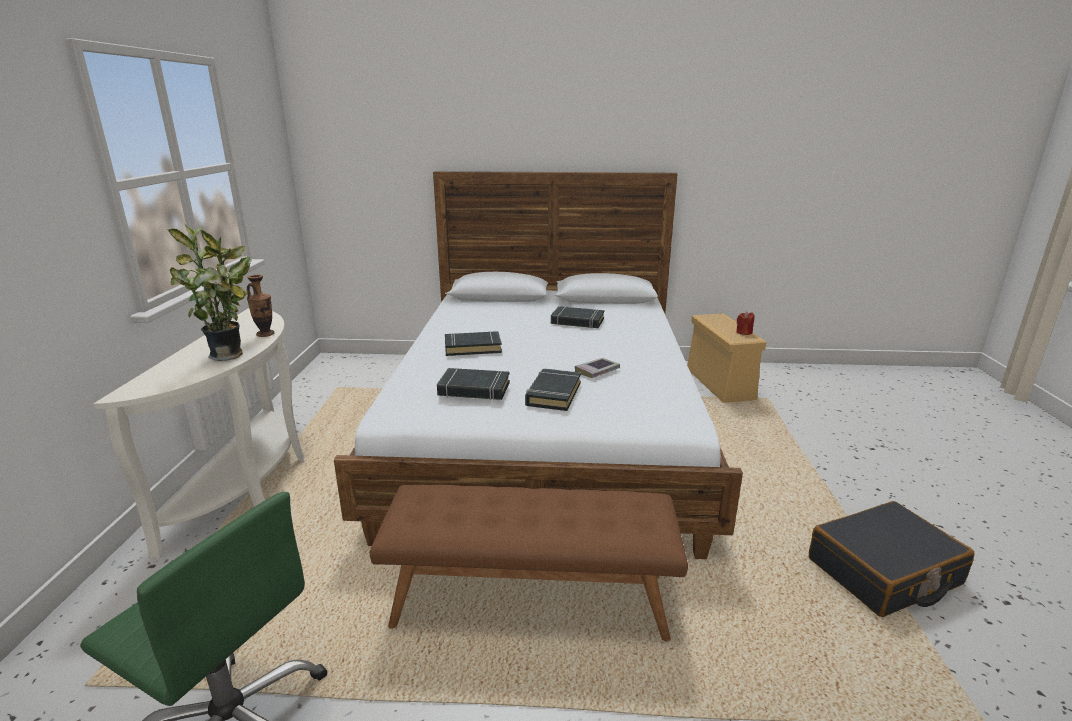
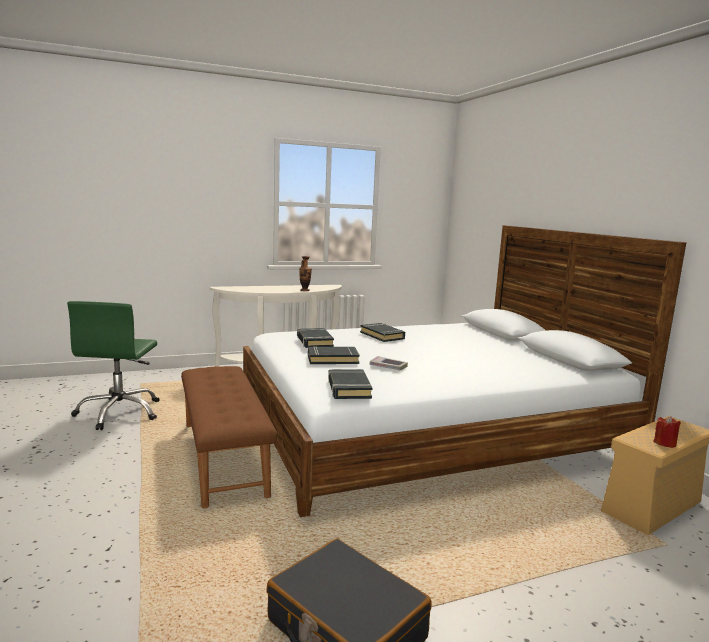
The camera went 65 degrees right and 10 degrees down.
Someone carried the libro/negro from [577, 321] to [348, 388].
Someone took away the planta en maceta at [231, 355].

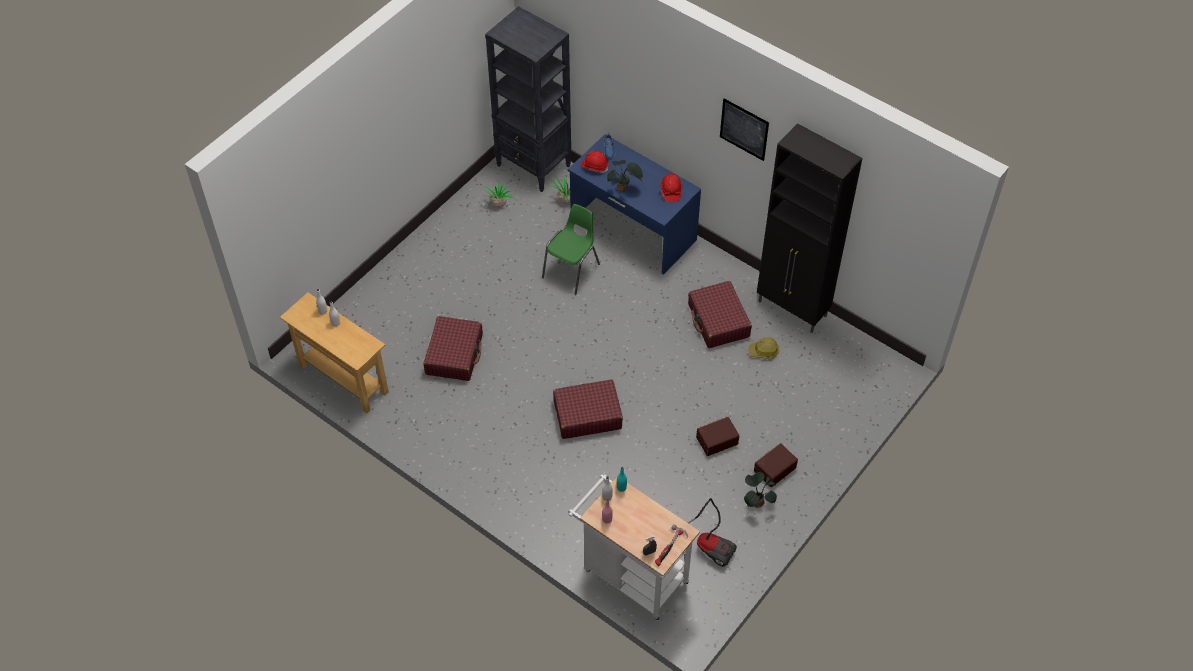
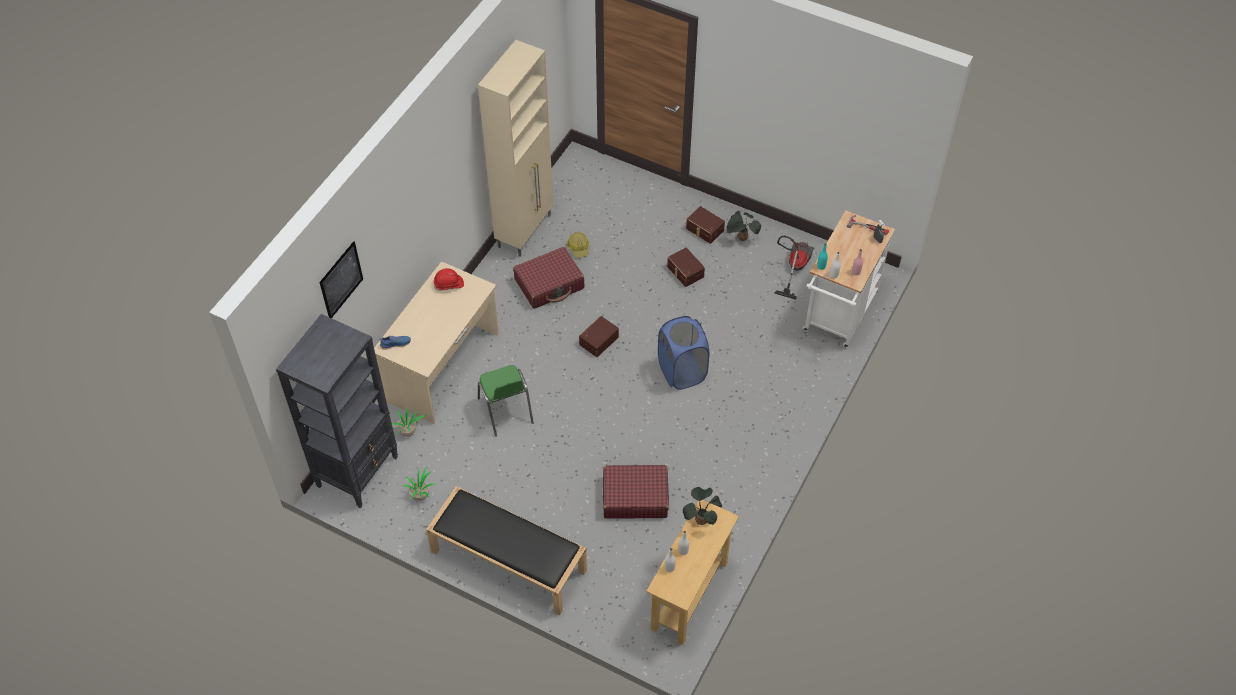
The camera went 100 degrees left and 0 degrees up.
Someone carried the cuadro from [744, 129] to [341, 280].
Someone repainted the escritorio/azul at [632, 230], which became the escritorio/beis at [443, 367].
Someone put down the banco/negro at [507, 561].
Someone repainted the armario/negro at [793, 309], which became the armario/beis at [525, 230].
Someone rotated the silla/verde at [572, 271] by 135 degrees counterclockwise.
Someone put down the caja de almacenaje/marrón at [598, 340].
Someone swapped the maleta/rojo at [587, 415] for the cesto de la ropa/azul at [682, 371].
Someone carried the planta en maceta from [623, 189] to [701, 519].
Someone took away the casco/rojo at [594, 166].

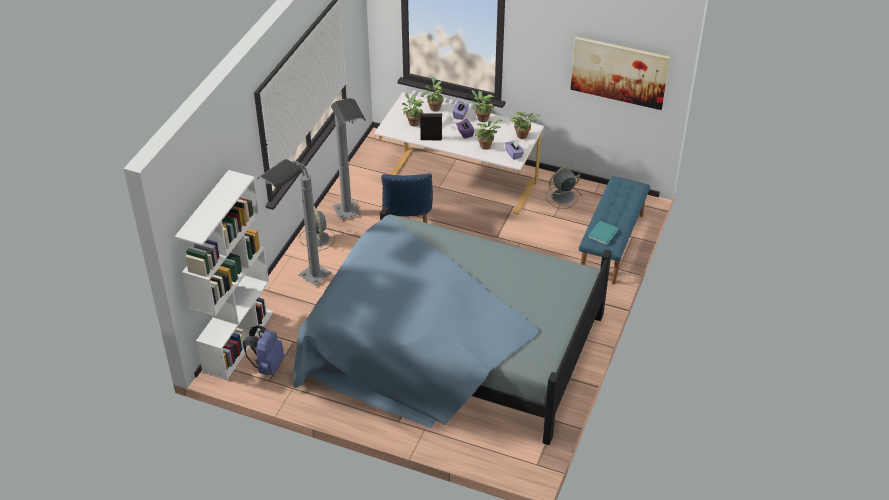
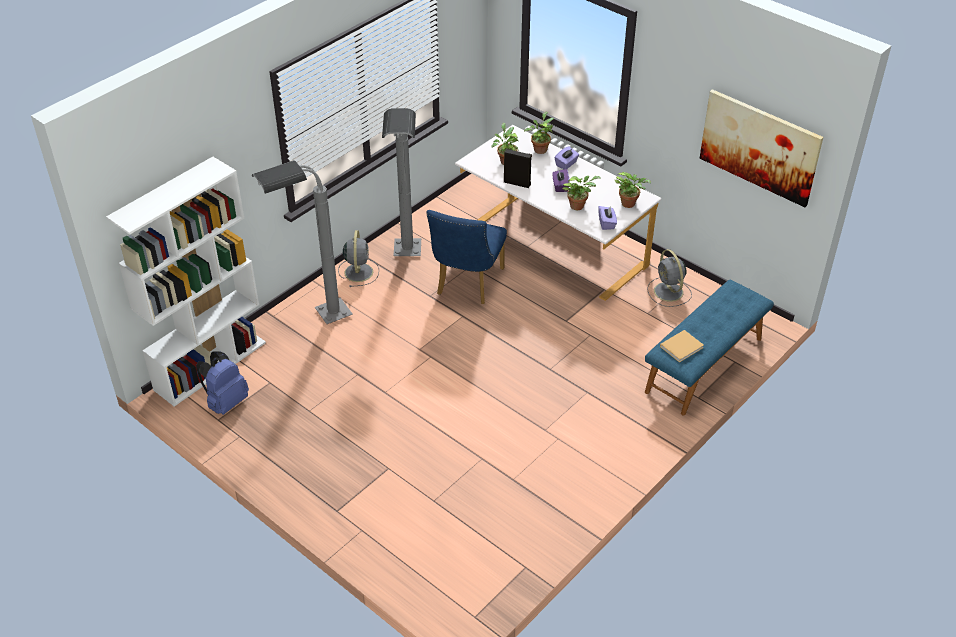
The camera went 20 degrees right and 0 degrees up.
Someone rotated the ventilador/gris at [562, 197] by 105 degrees counterclockwise.
Someone repainted the libro/turquesa at [603, 233], which became the libro/beis at [682, 346].
Someone took away the cama/azul at [451, 347].
Someone took away the planta en maceta at [481, 118].

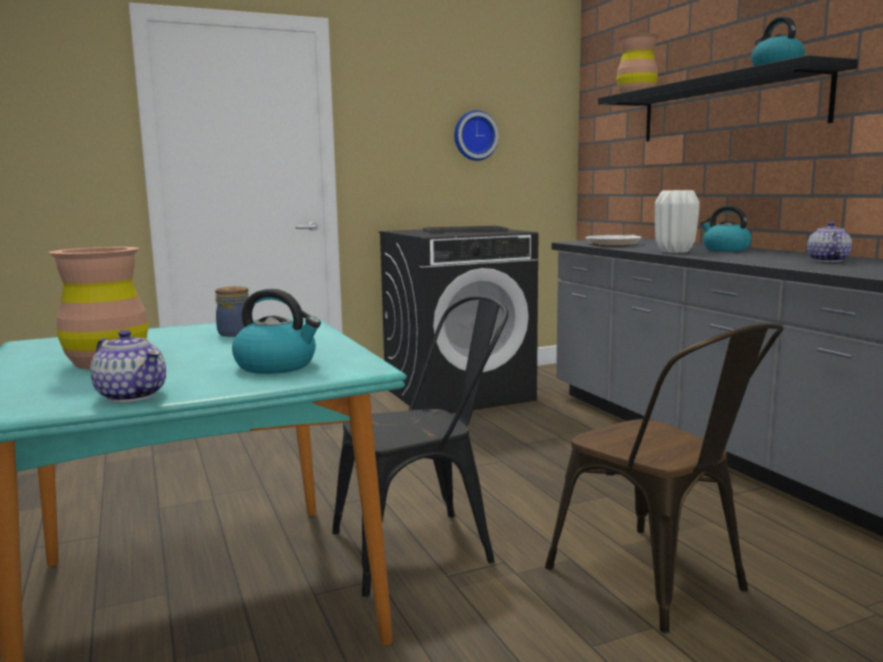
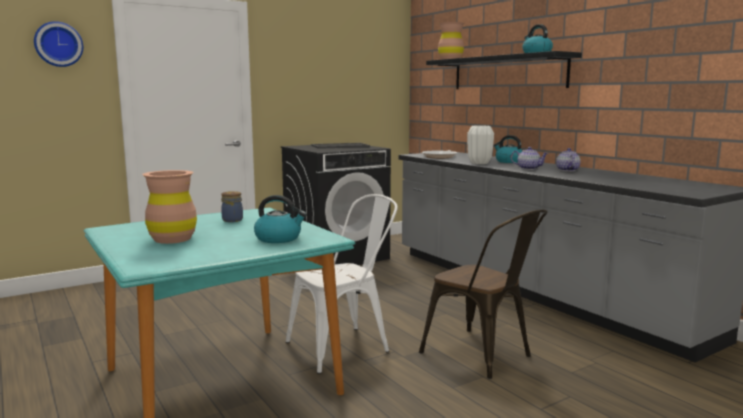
The camera went 10 degrees left and 0 degrees up.
Someone carried the reloj de pared from [474, 135] to [58, 44].
Someone repainted the silla/negro at [424, 546], which became the silla/blanco at [345, 346].
Someone carried the tetera from [132, 395] to [528, 168].

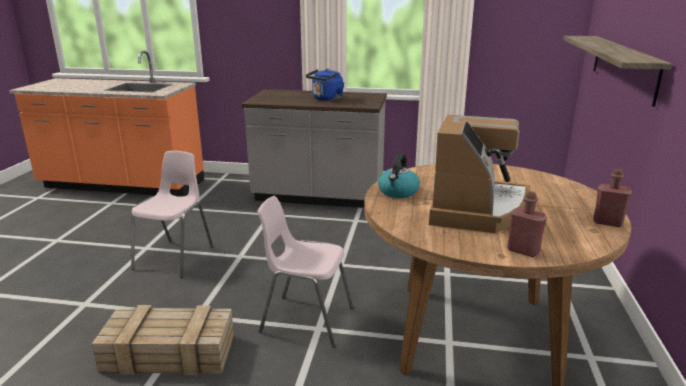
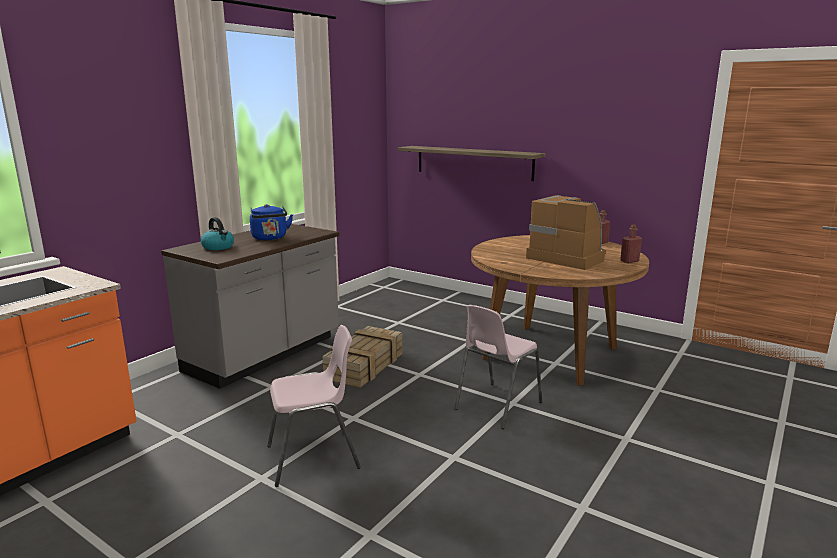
The camera went 65 degrees left and 5 degrees down.
Someone carried the hervidor from [398, 192] to [218, 247].
Someone rotated the silla/rosa at [176, 257] by 120 degrees clockwise.
Someone carried the caja de embalaje from [171, 352] to [365, 365].

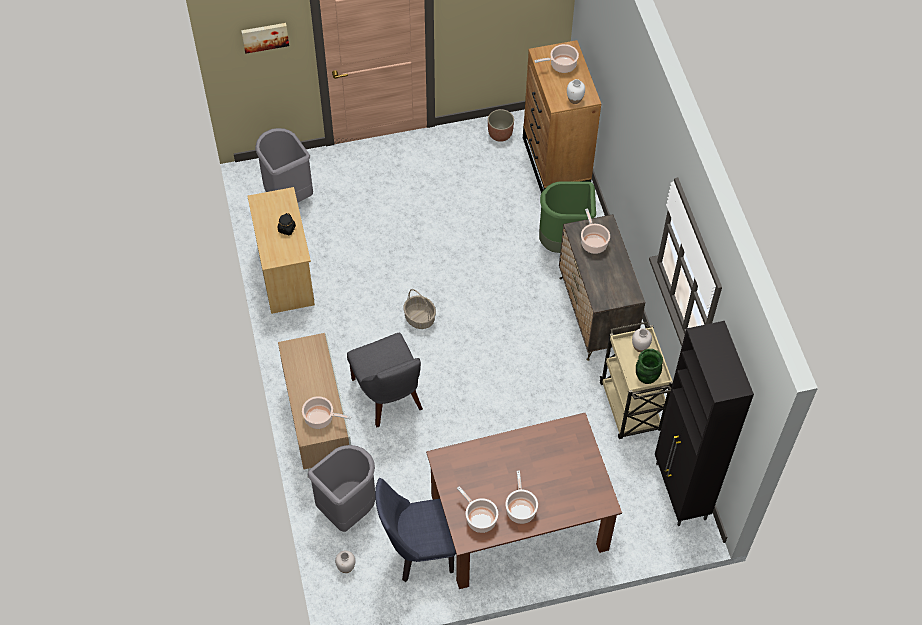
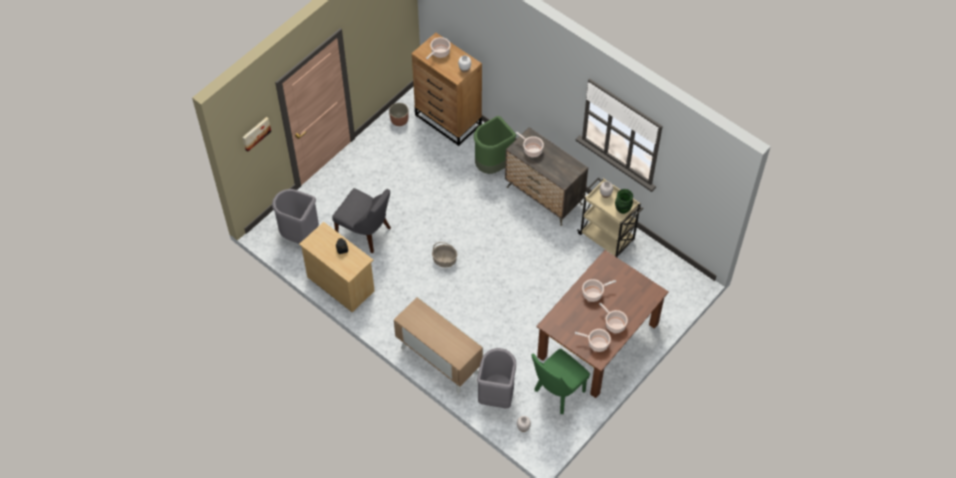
The camera went 35 degrees left and 0 degrees up.
Someone carried the silla/gris from [388, 397] to [365, 232].
Someone repainted the silla/azul at [417, 553], which became the silla/verde at [556, 394].
Someone carried the olla from [321, 418] to [593, 293].
Someone took away the armario/negro at [680, 492].

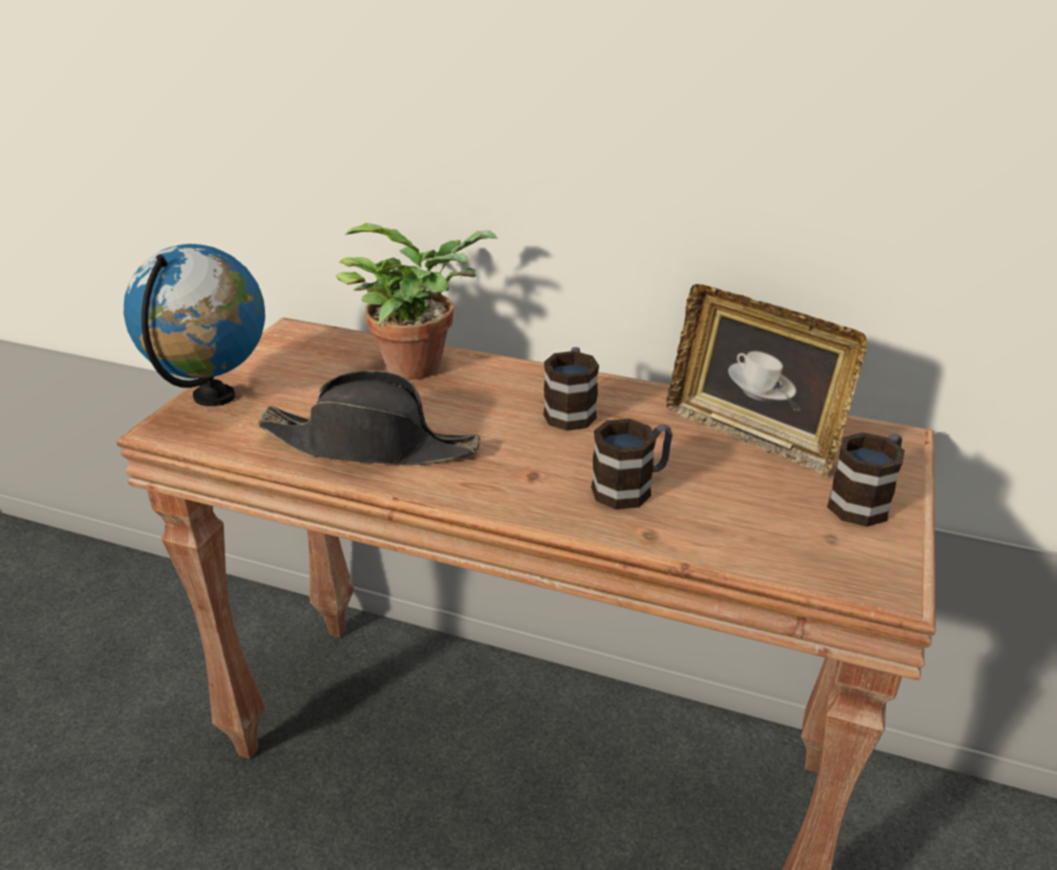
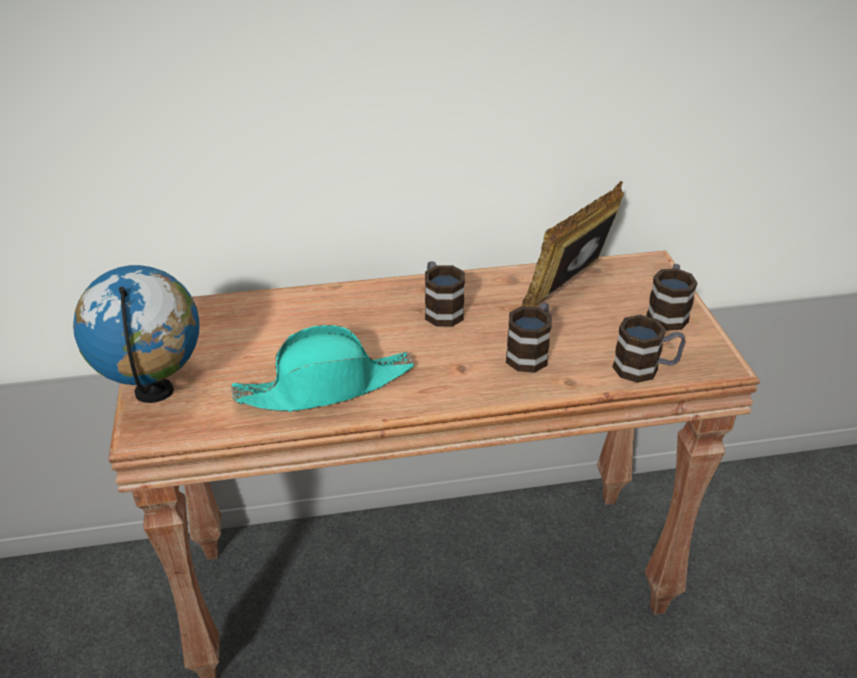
The camera went 30 degrees left and 5 degrees up.
Someone repainted the sombrero/negro at [371, 445], which became the sombrero/turquesa at [326, 387].
Someone rotated the portarretratos at [752, 435] by 120 degrees clockwise.
Someone put down the taza grande at [645, 368].
Someone took away the planta en maceta at [421, 365].

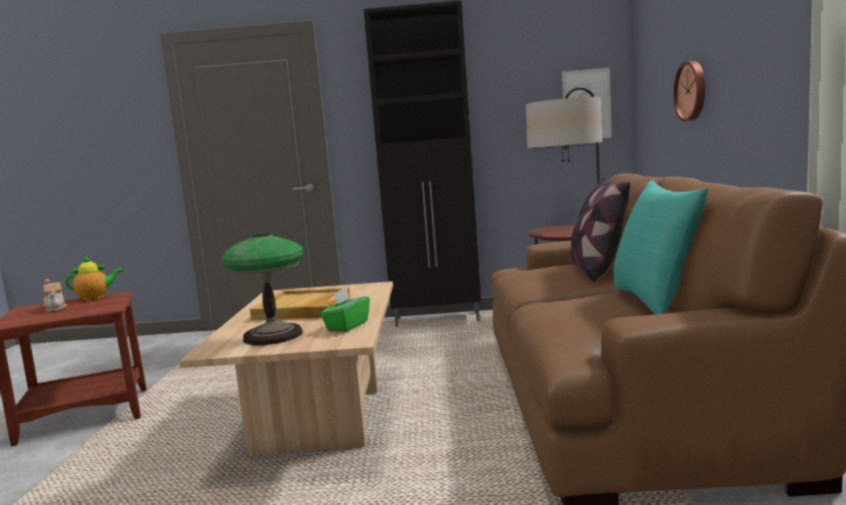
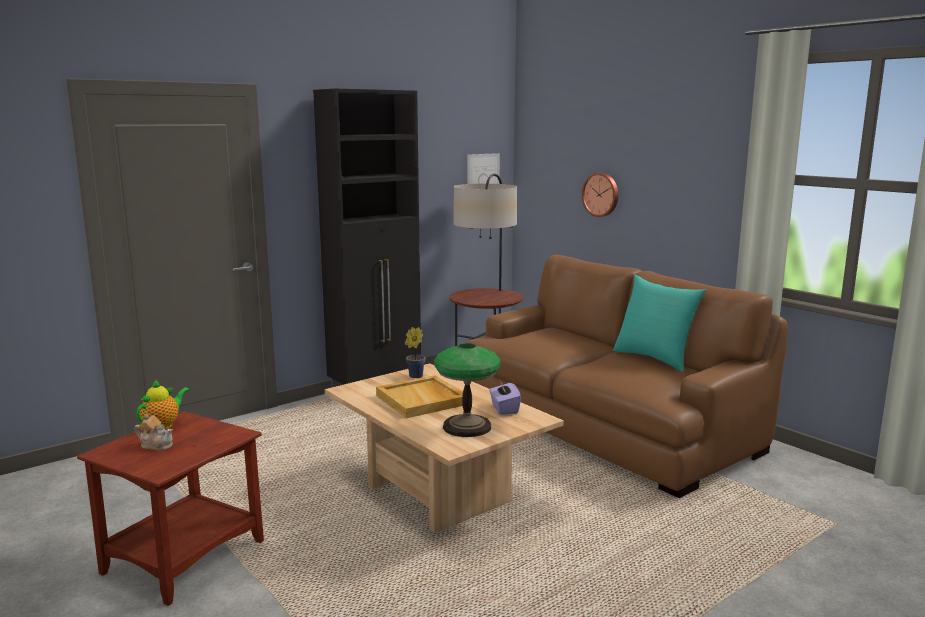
The camera went 40 degrees left and 5 degrees up.
Someone put down the planta en maceta at [414, 376].
Someone repainted the caja de pañuelos/verde at [347, 326], which became the caja de pañuelos/morado at [504, 409].
Someone took away the cojín at [597, 271].

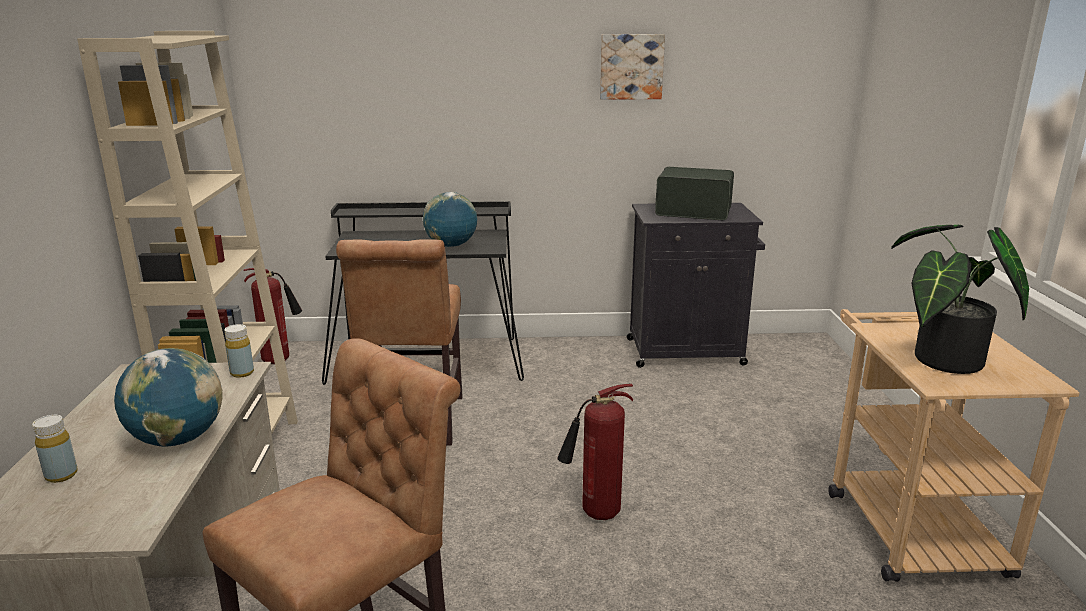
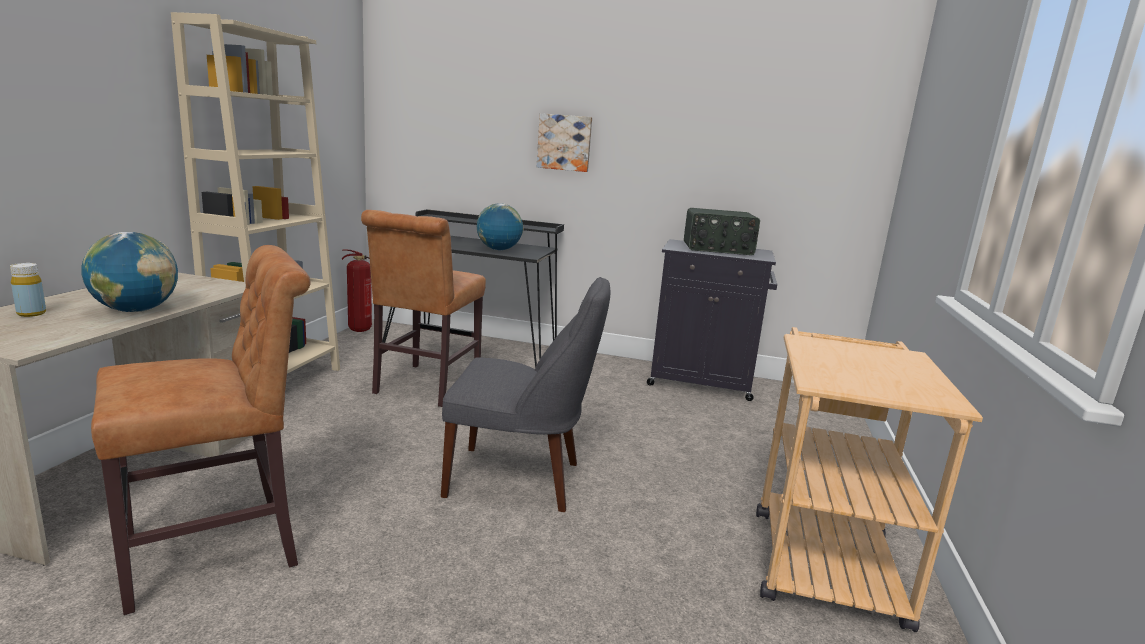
The camera went 15 degrees right and 5 degrees down.
Someone swapped the extintor at [596, 514] for the silla/gris at [520, 480].
Someone carried the cuadro from [631, 66] to [564, 142].
Someone rotated the radio at [693, 211] by 150 degrees clockwise.
Someone took away the botella/amarillo at [242, 373].
Someone took away the planta en maceta at [940, 361].

